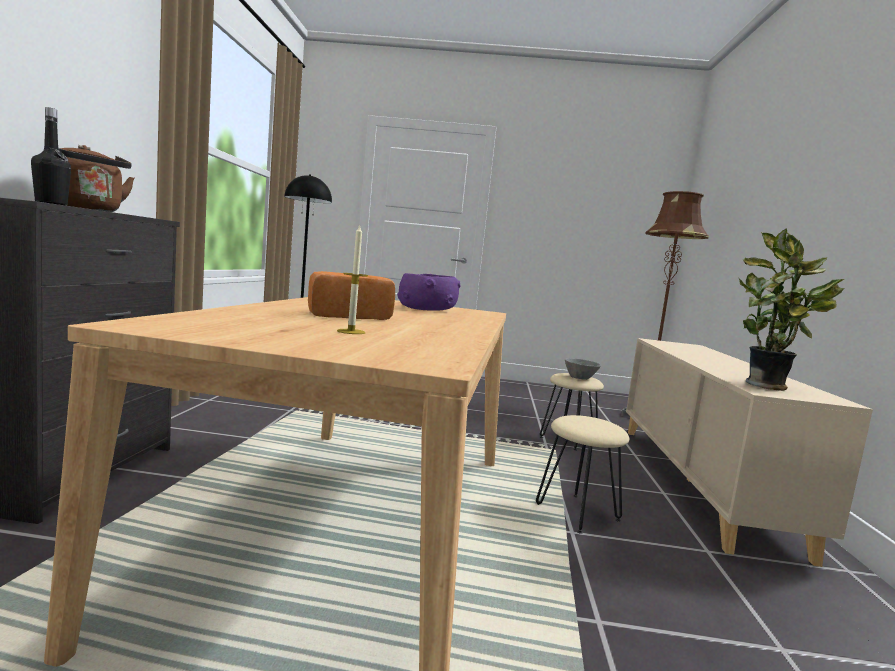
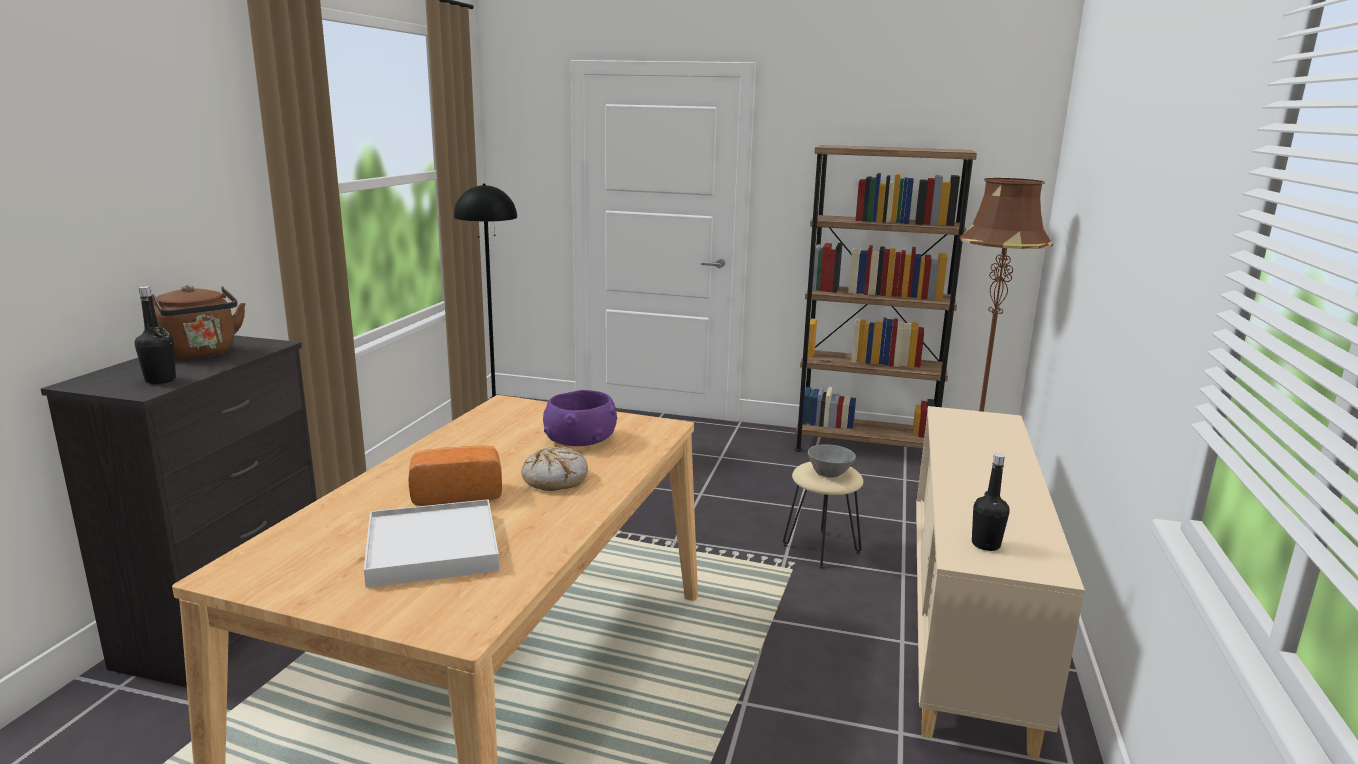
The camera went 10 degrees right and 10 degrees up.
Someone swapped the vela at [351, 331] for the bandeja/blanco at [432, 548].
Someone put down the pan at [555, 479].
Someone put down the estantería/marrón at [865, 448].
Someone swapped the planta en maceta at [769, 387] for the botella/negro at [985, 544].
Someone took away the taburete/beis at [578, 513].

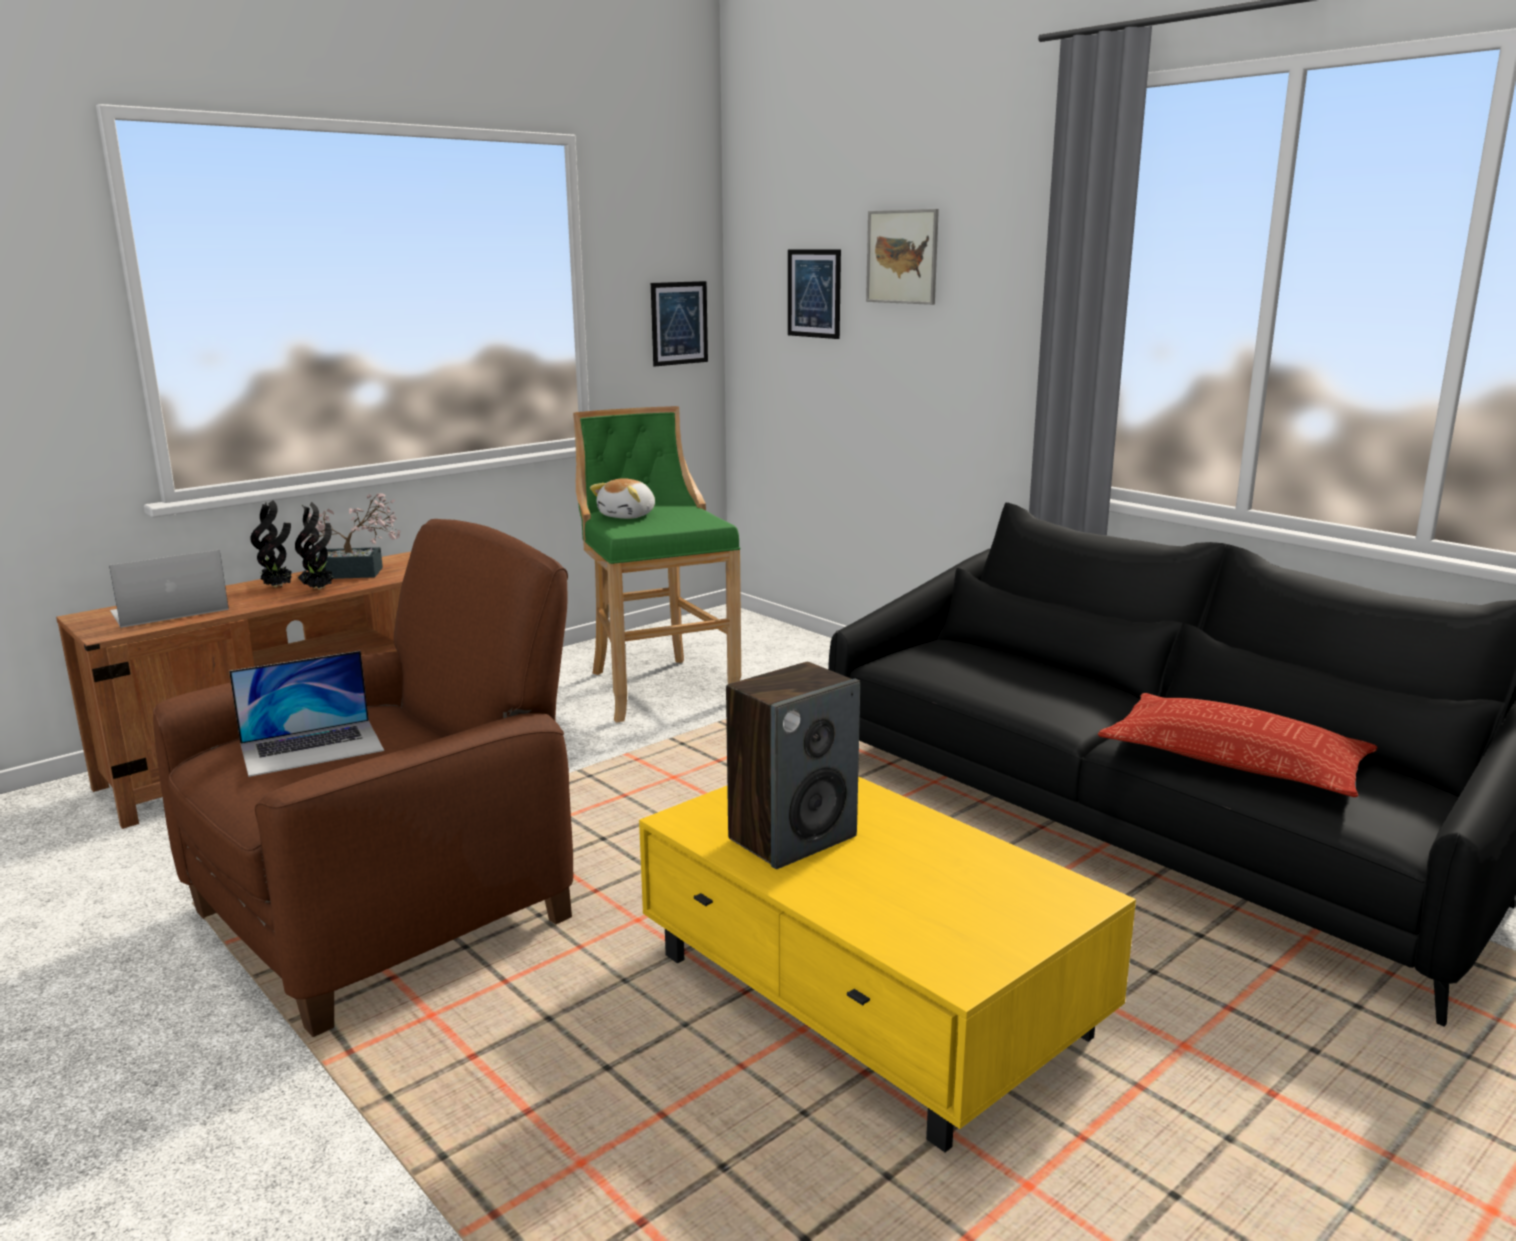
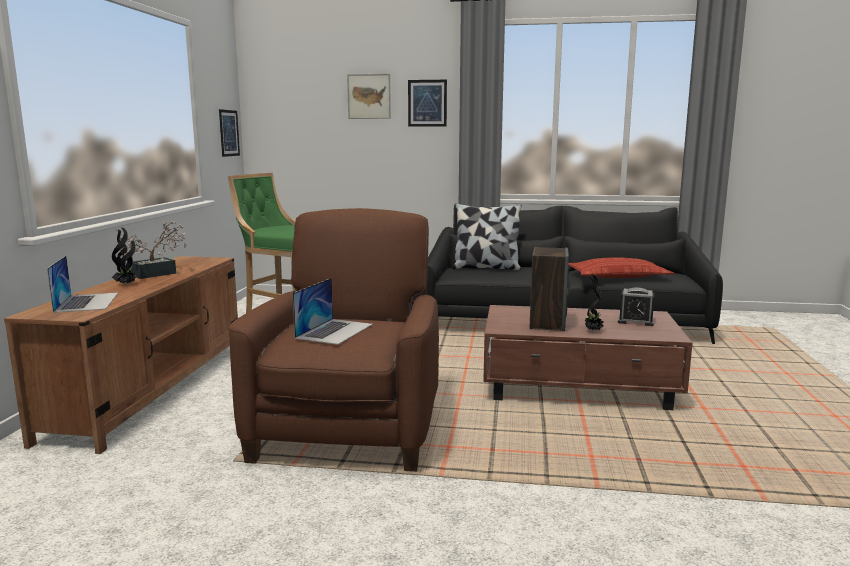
The camera went 40 degrees left and 5 degrees down.
Someone rotated the portátil at [169, 610] by 150 degrees clockwise.
Someone carried the cuadro from [814, 293] to [427, 103].
Someone put down the cojín at [486, 268].
Someone repainted the mesa de centro/amarillo at [869, 998], which became the mesa de centro/marrón at [579, 387].
Someone carried the planta en maceta from [319, 589] to [592, 331].
Someone put down the despertador at [635, 321].
Someone took away the peluche at [628, 516].

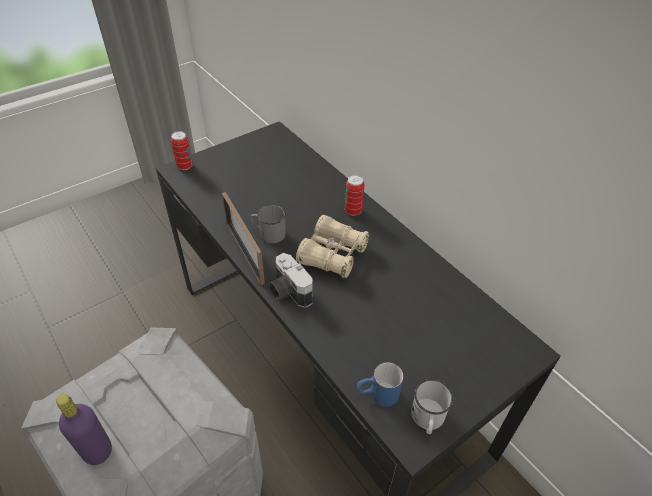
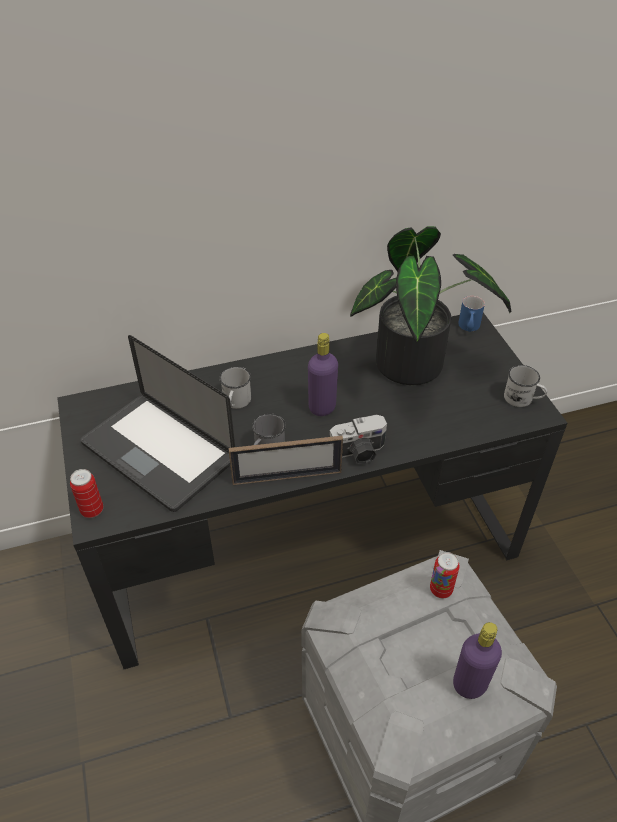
The camera went 70 degrees left and 0 degrees up.
Someone put down the portátil at [158, 452].
Someone put down the taza grande/blanco at [236, 402].
Someone swapped the prismáticos/beis at [332, 255] for the botella/morado at [322, 407].
Someone put down the planta en maceta at [417, 367].
Someone carried the lata from [353, 211] to [441, 589].
Someone carried the taza grande/azul from [377, 394] to [468, 328].

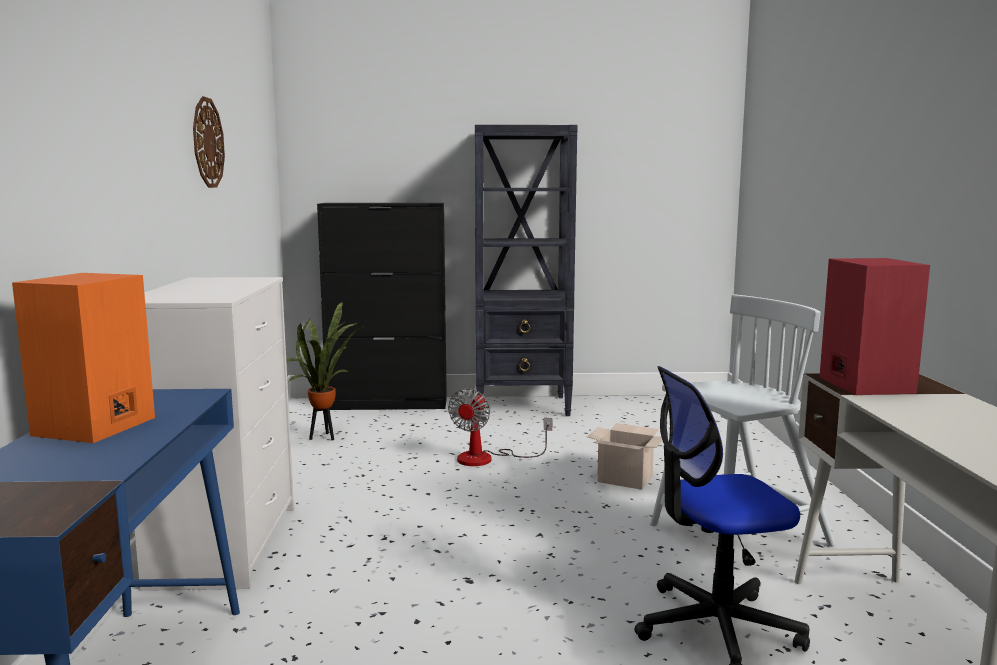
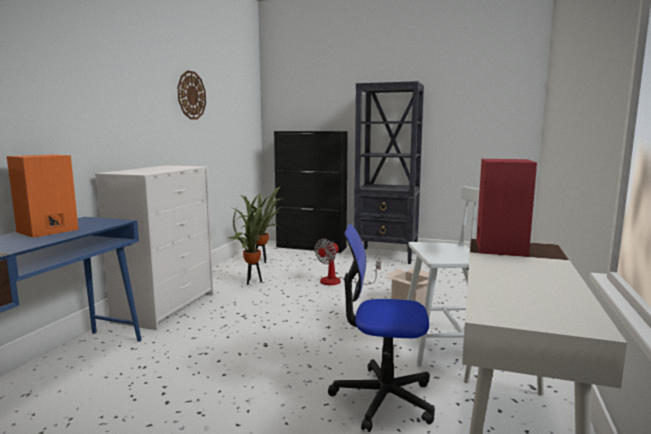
The camera went 20 degrees right and 0 degrees up.
Someone put down the planta en maceta at [253, 281].

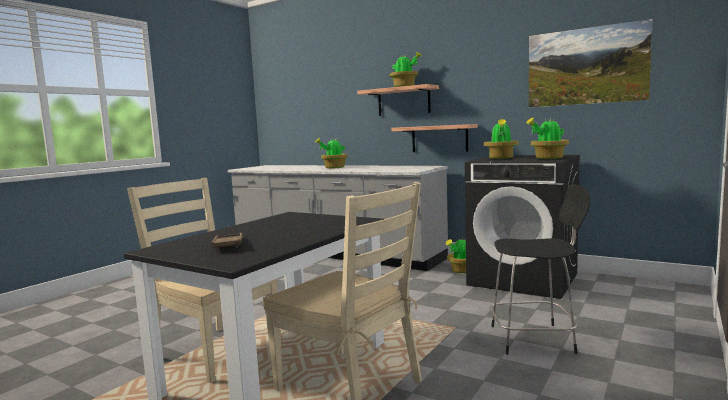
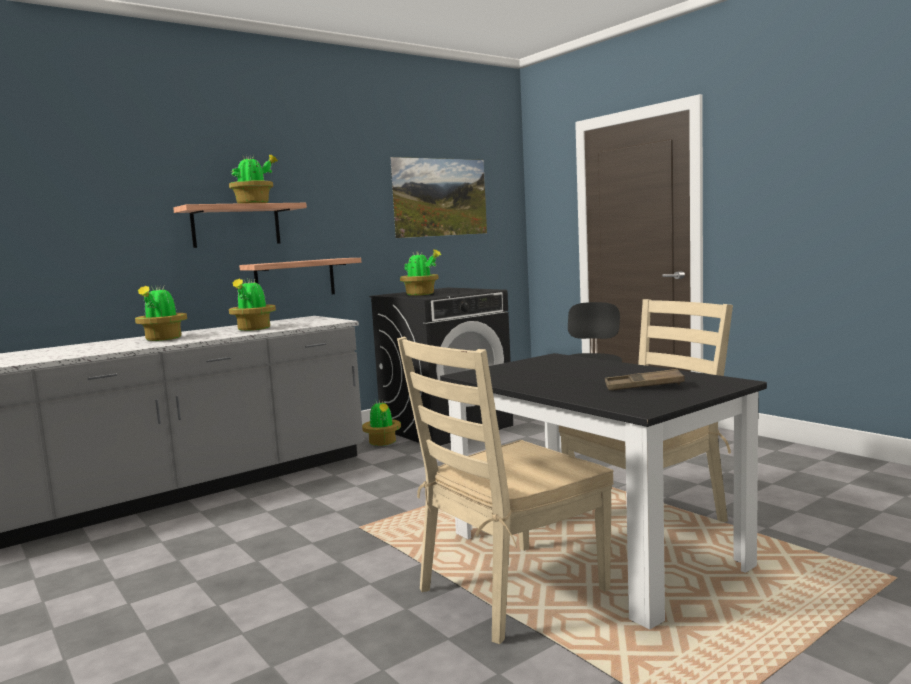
The camera went 70 degrees left and 0 degrees up.
Someone carried the planta en maceta from [548, 158] to [253, 329].

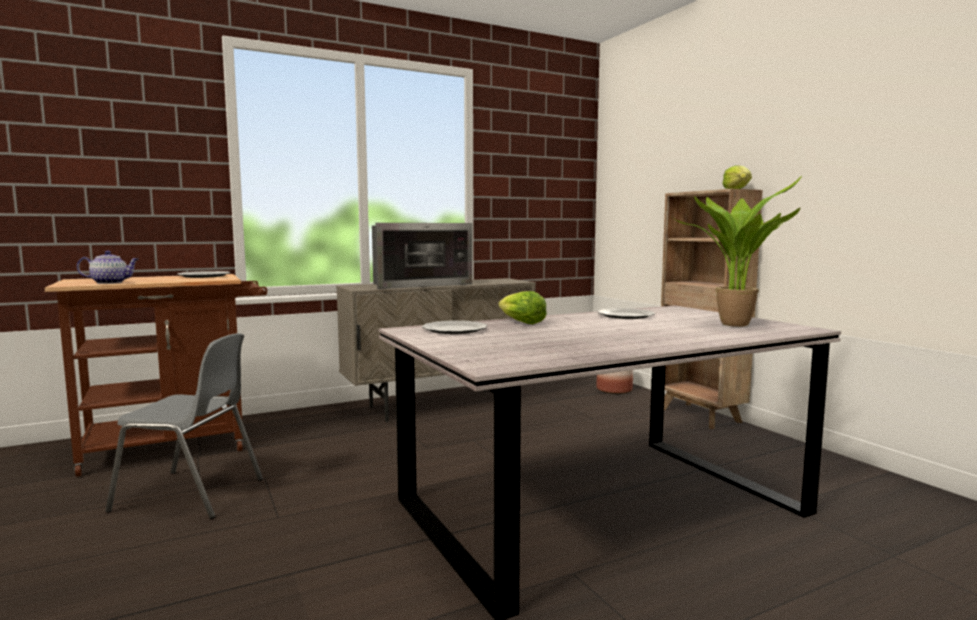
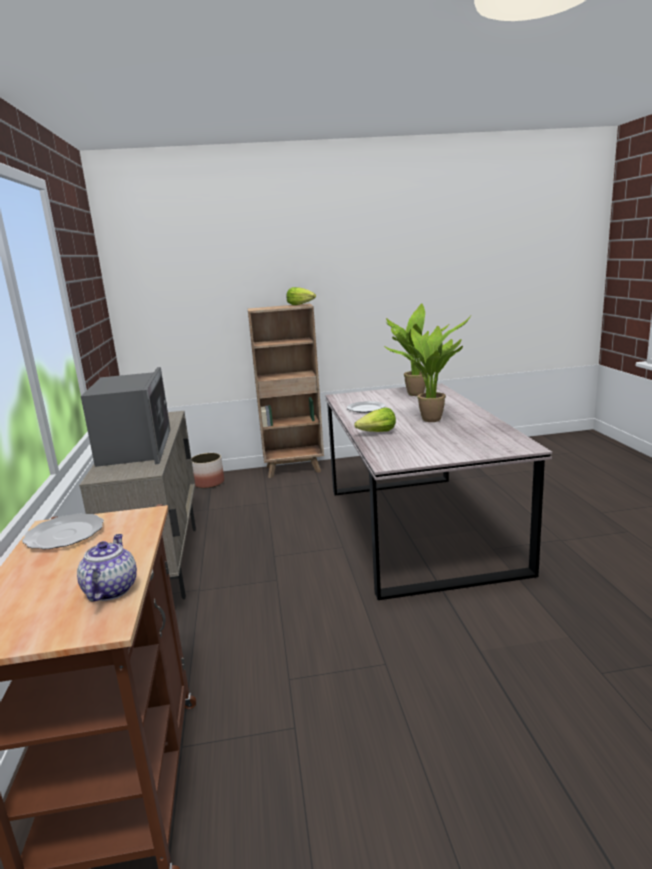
The camera went 70 degrees left and 10 degrees up.
Someone put down the planta en maceta at [432, 419].
Someone took away the silla/gris at [191, 495].
Someone took away the plato at [454, 330].

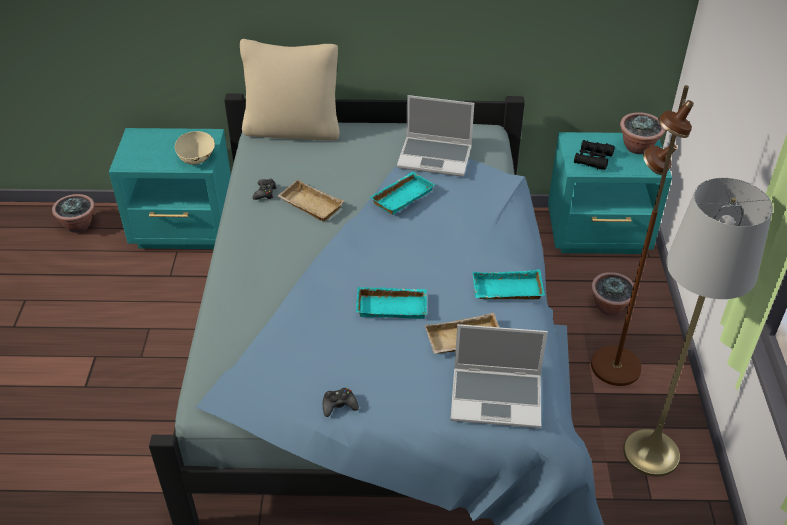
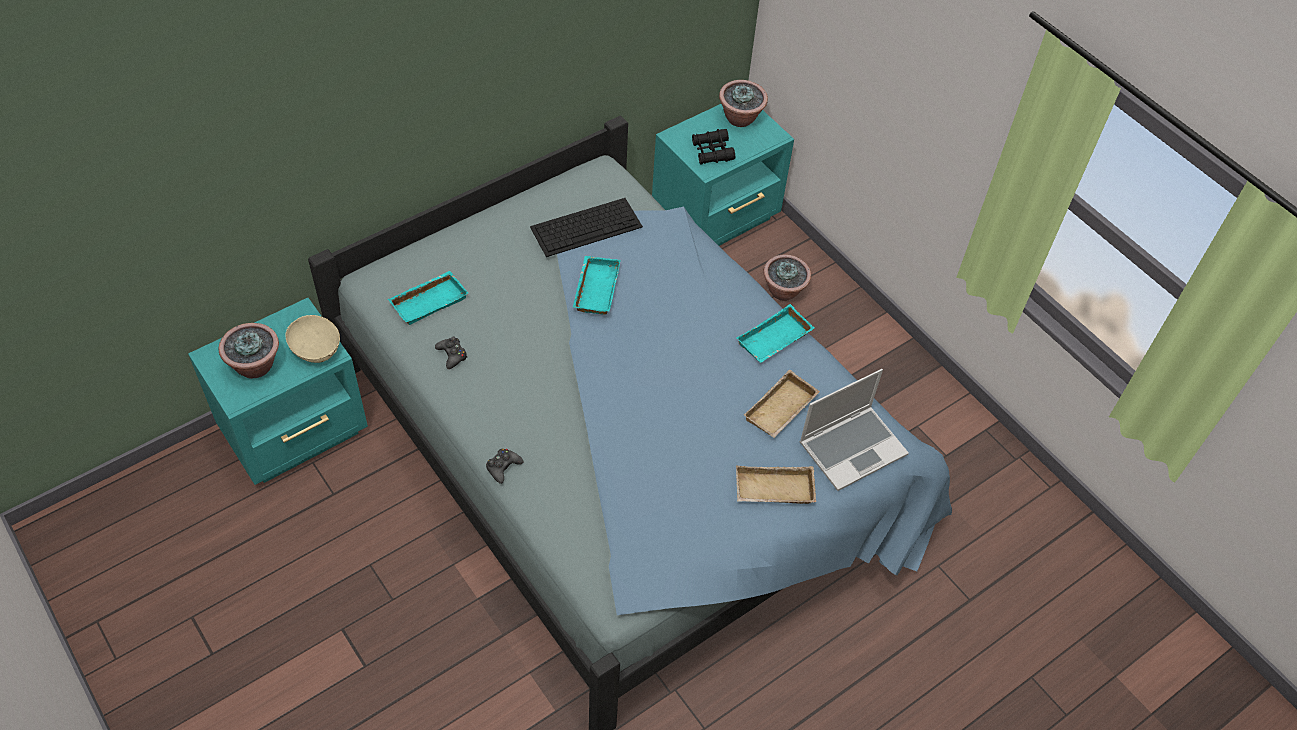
The camera went 40 degrees left and 10 degrees up.
Someone carried the planta en maceta from [79, 225] to [255, 366].
Someone carried the bandeja/turquesa from [392, 305] to [429, 300].
Someone carried the mando de consola/negro from [339, 405] to [503, 467].
Someone swapped the portátil at [435, 157] for the teclado at [587, 226].
Someone carried the bandeja/beis from [309, 205] to [773, 491].
Someone took away the cojín/beis at [293, 129].
Someone took away the lámpara de pie/marrón at [614, 367].
Someone took away the lámpara de pie/gris at [651, 453].

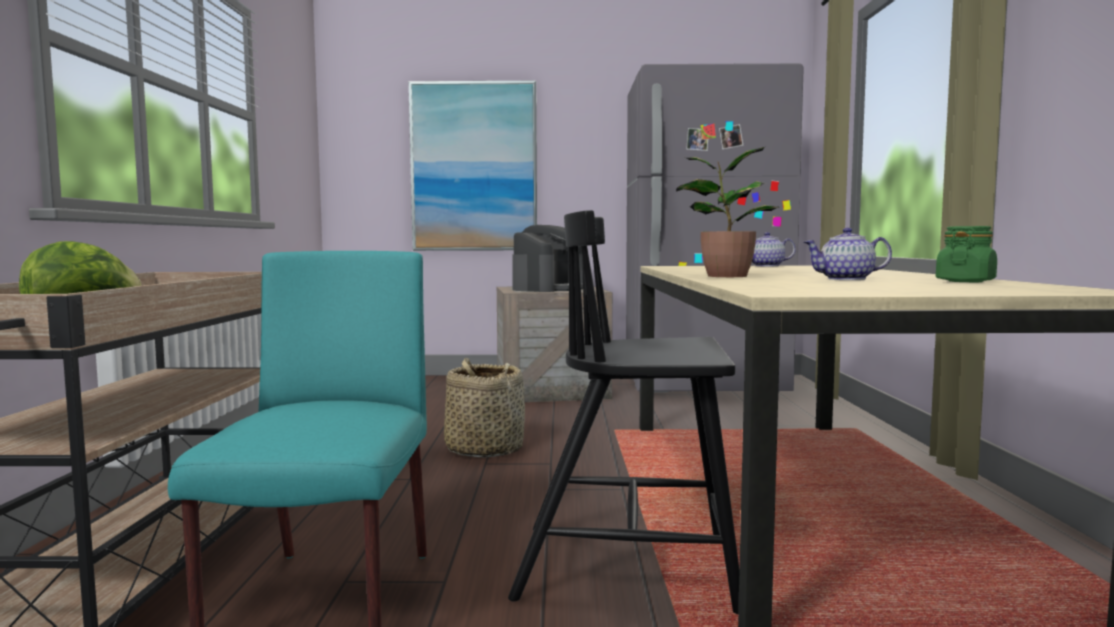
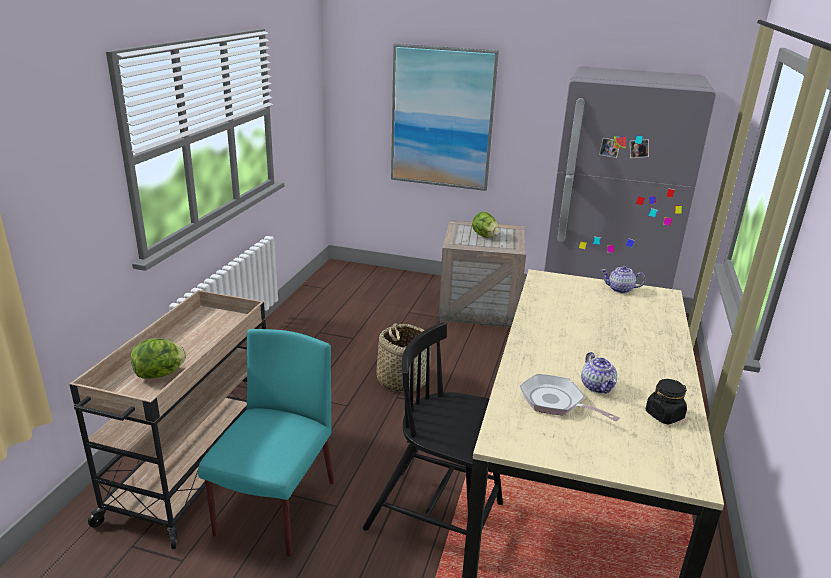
The camera went 15 degrees right and 20 degrees up.
Someone swapped the cafetera at [550, 289] for the lechuga at [484, 236].
Someone put down the sartén at [556, 402].
Someone rotated the tetera at [845, 279] by 120 degrees counterclockwise.
Someone repainted the tarro/verde at [965, 281], which became the tarro/negro at [664, 415].
Someone took away the planta en maceta at [723, 276].

